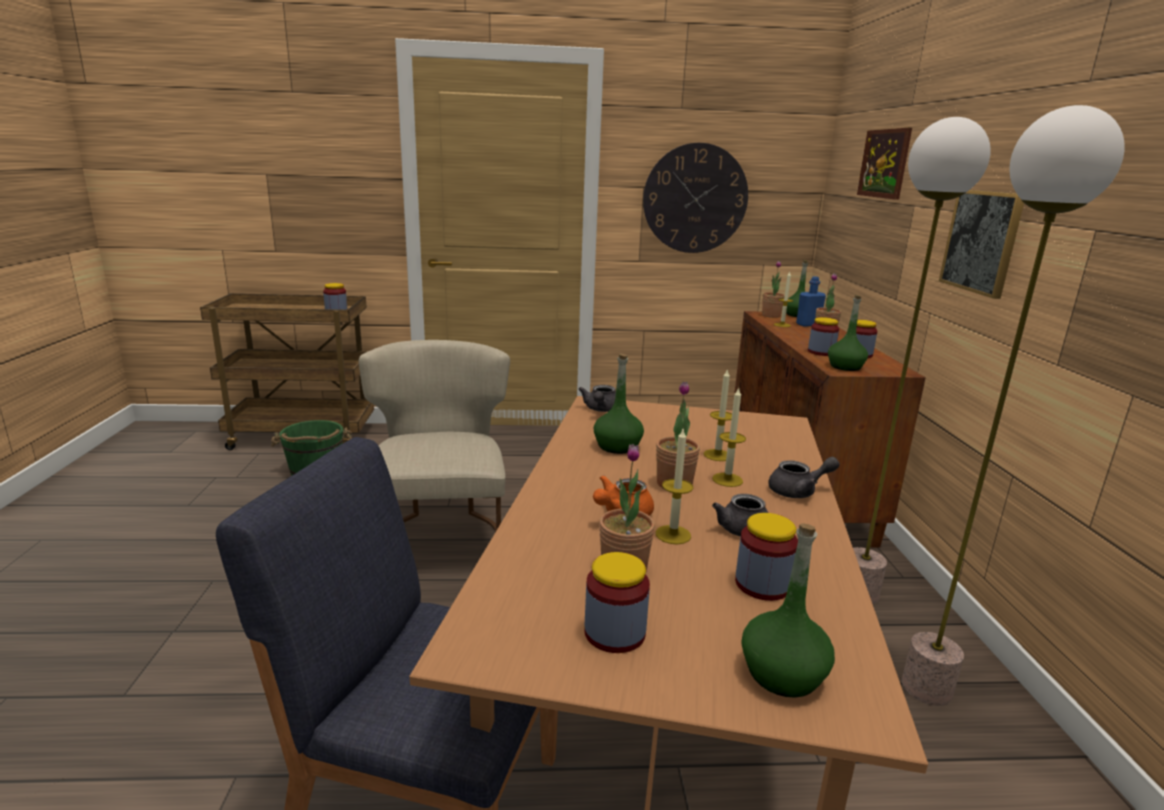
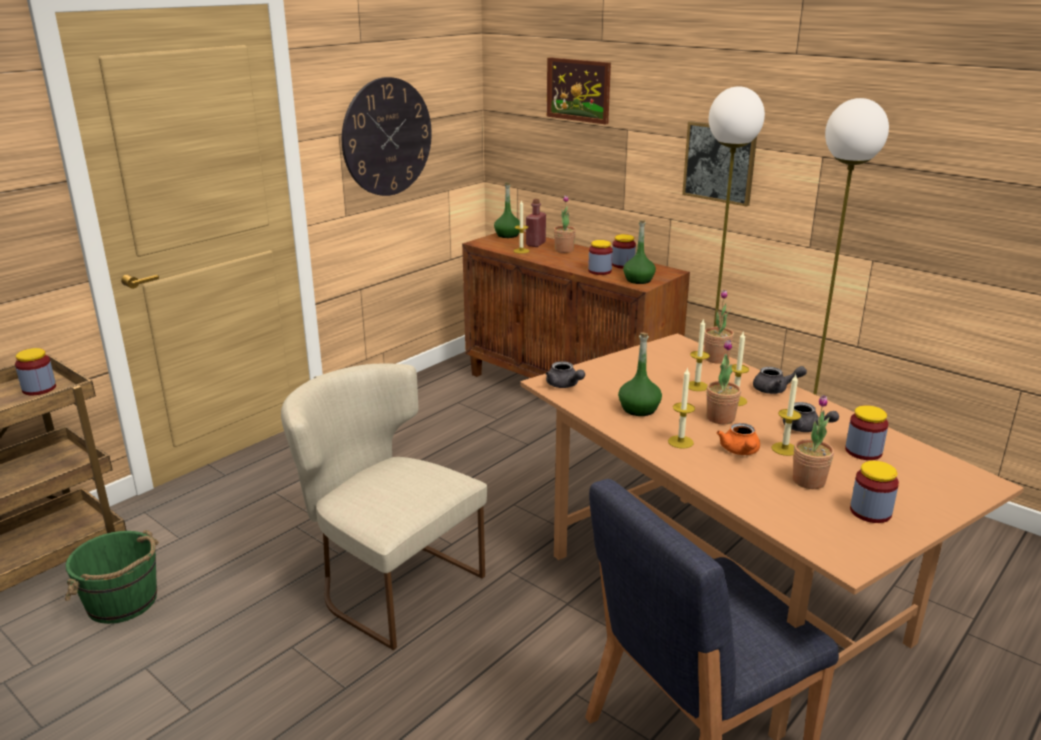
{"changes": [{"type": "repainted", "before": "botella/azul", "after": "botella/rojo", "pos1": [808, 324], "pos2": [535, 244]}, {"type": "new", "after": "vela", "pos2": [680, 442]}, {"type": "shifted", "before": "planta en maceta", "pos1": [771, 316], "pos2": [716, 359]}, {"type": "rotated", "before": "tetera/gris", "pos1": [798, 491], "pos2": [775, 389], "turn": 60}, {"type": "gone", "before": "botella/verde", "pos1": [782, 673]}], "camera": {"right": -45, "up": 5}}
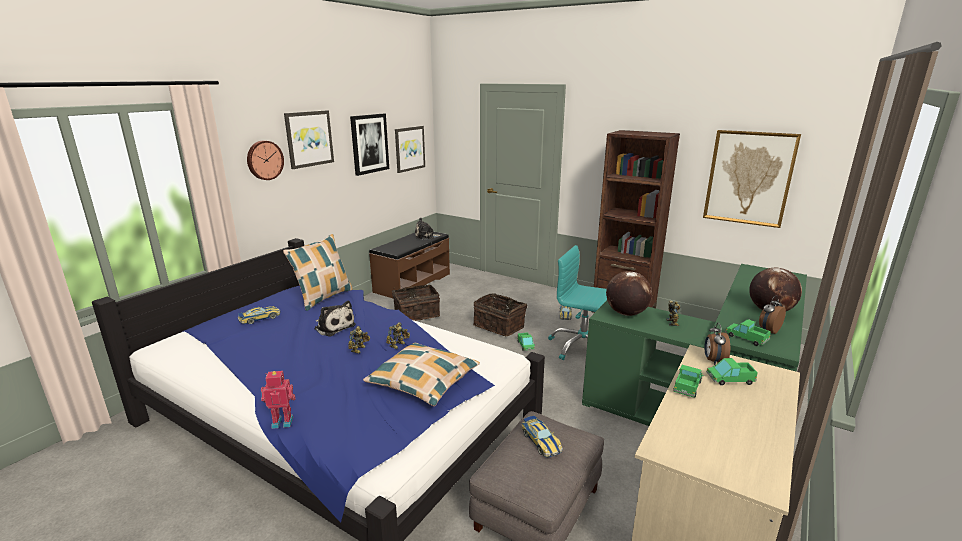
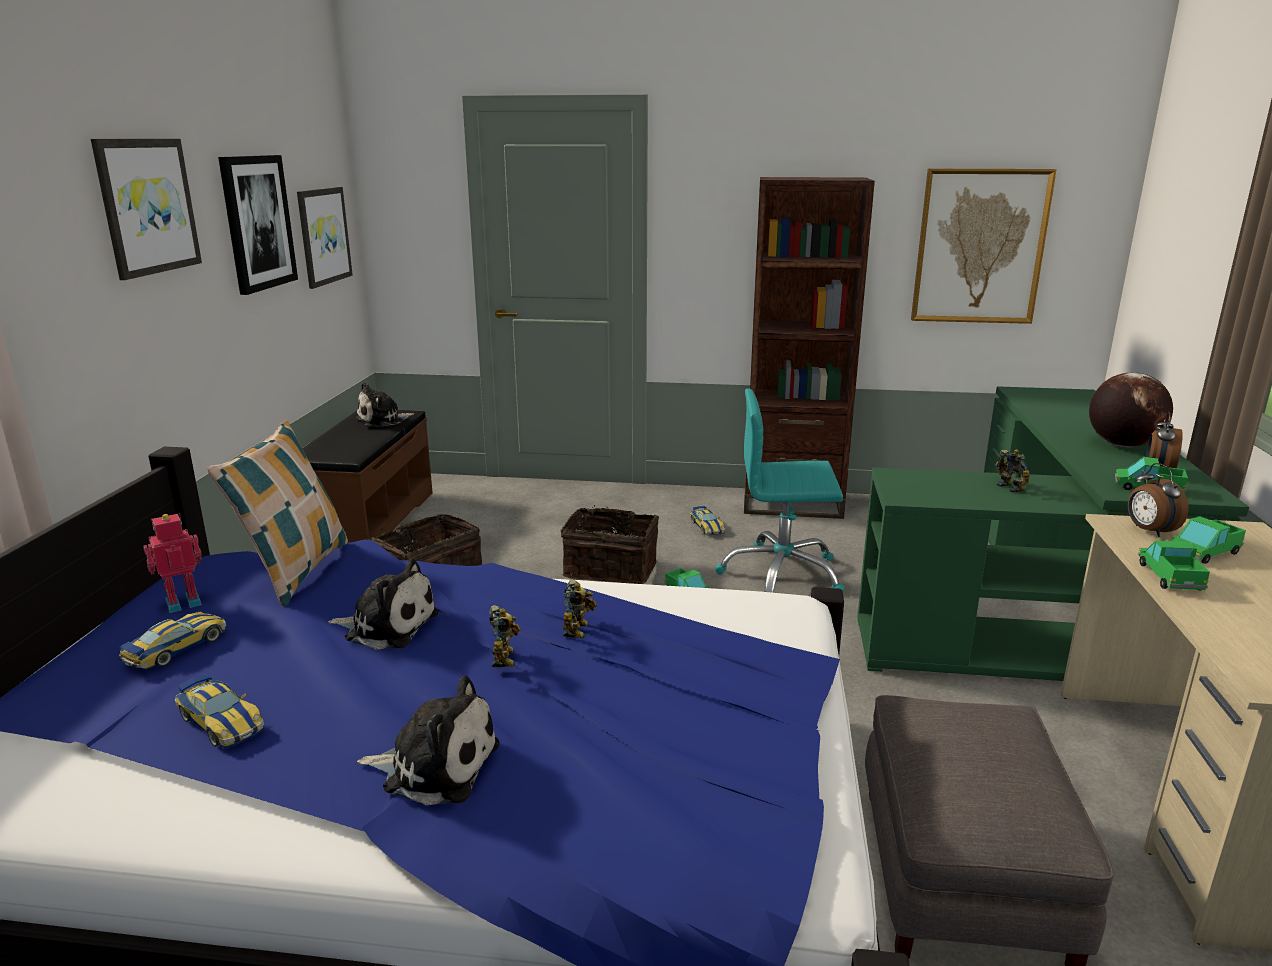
{"changes": [{"type": "shifted", "before": "robot de juguete", "pos1": [283, 421], "pos2": [183, 602]}, {"type": "shifted", "before": "coche de juguete", "pos1": [541, 441], "pos2": [220, 721]}, {"type": "new", "after": "peluche", "pos2": [436, 766]}, {"type": "gone", "before": "reloj de pared", "pos1": [264, 160]}, {"type": "gone", "before": "cojín", "pos1": [423, 381]}, {"type": "gone", "before": "globo terráqueo", "pos1": [626, 313]}], "camera": {"right": -25, "up": 0}}
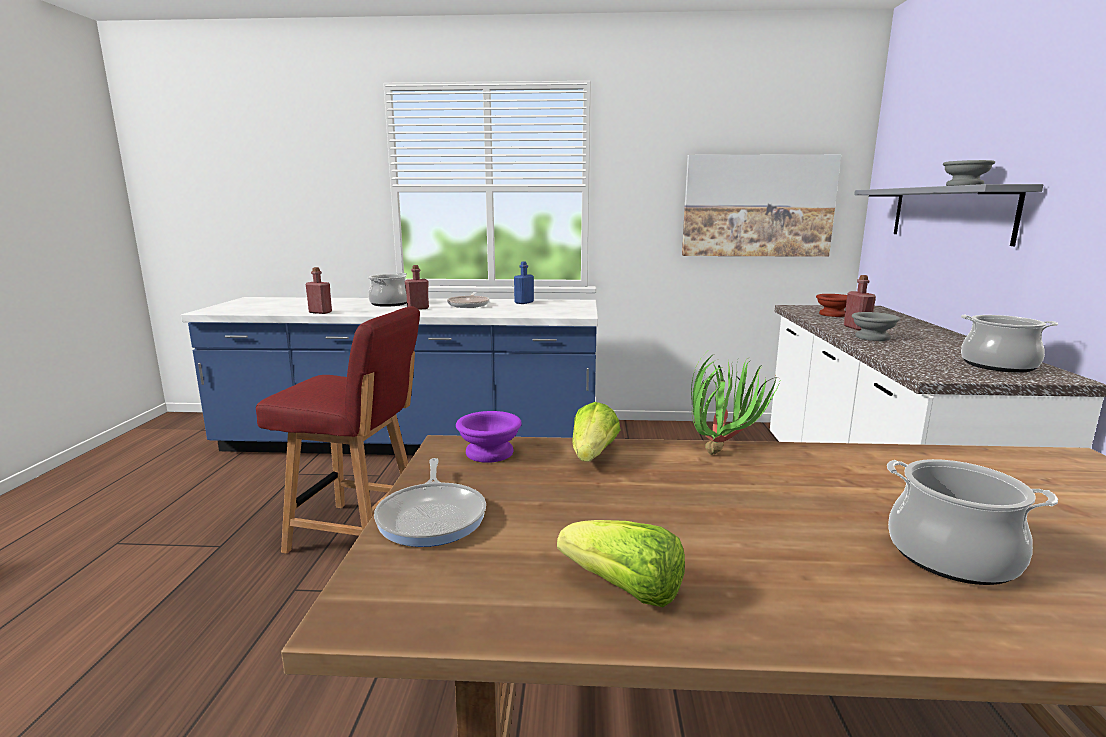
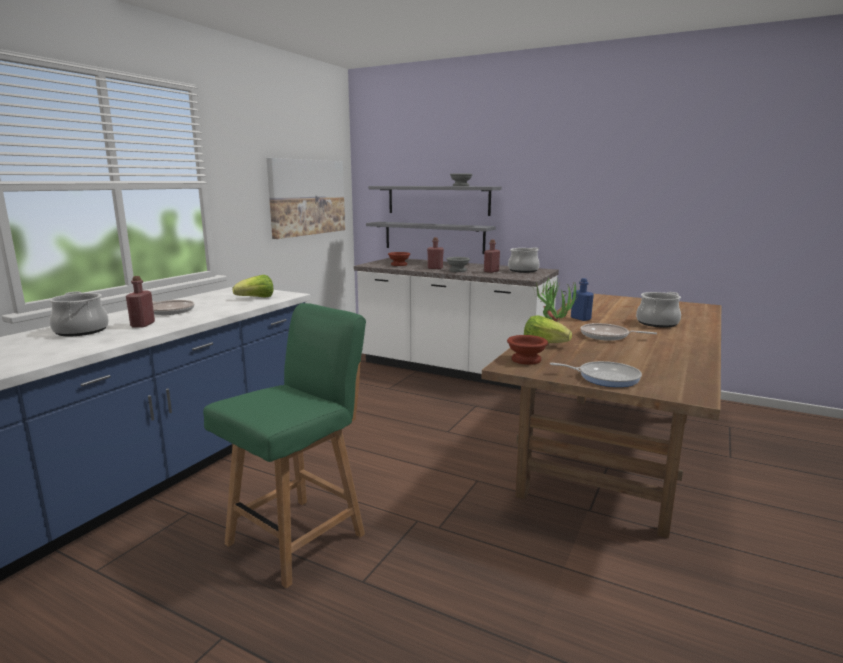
{"changes": [{"type": "repainted", "before": "silla/rojo", "after": "silla/verde", "pos1": [358, 534], "pos2": [299, 537]}, {"type": "shifted", "before": "lechuga", "pos1": [624, 590], "pos2": [256, 298]}, {"type": "new", "after": "estante/gris", "pos2": [433, 237]}, {"type": "shifted", "before": "botella/rojo", "pos1": [320, 312], "pos2": [491, 271]}, {"type": "repainted", "before": "cuenco/morado", "after": "cuenco/marrón", "pos1": [491, 452], "pos2": [525, 359]}, {"type": "shifted", "before": "botella/azul", "pos1": [524, 302], "pos2": [580, 318]}, {"type": "new", "after": "sartén", "pos2": [607, 336]}], "camera": {"right": -65, "up": 0}}
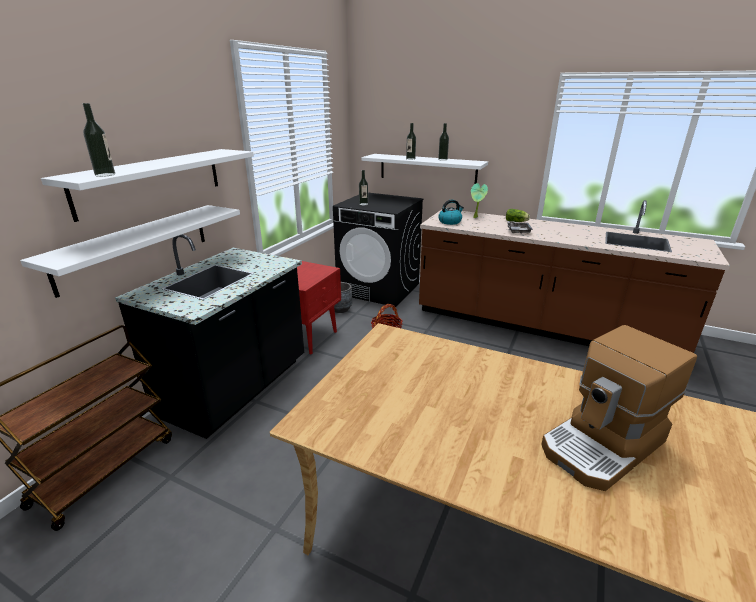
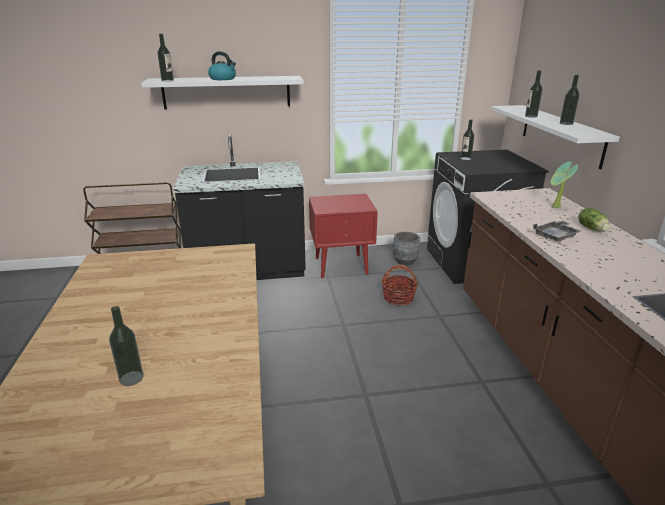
{"changes": [{"type": "swapped", "before": "cafetera", "after": "botella", "pos1": [603, 445], "pos2": [131, 378]}, {"type": "shifted", "before": "hervidor", "pos1": [450, 222], "pos2": [223, 79]}, {"type": "gone", "before": "estante/blanco", "pos1": [136, 246]}], "camera": {"right": 55, "up": 0}}
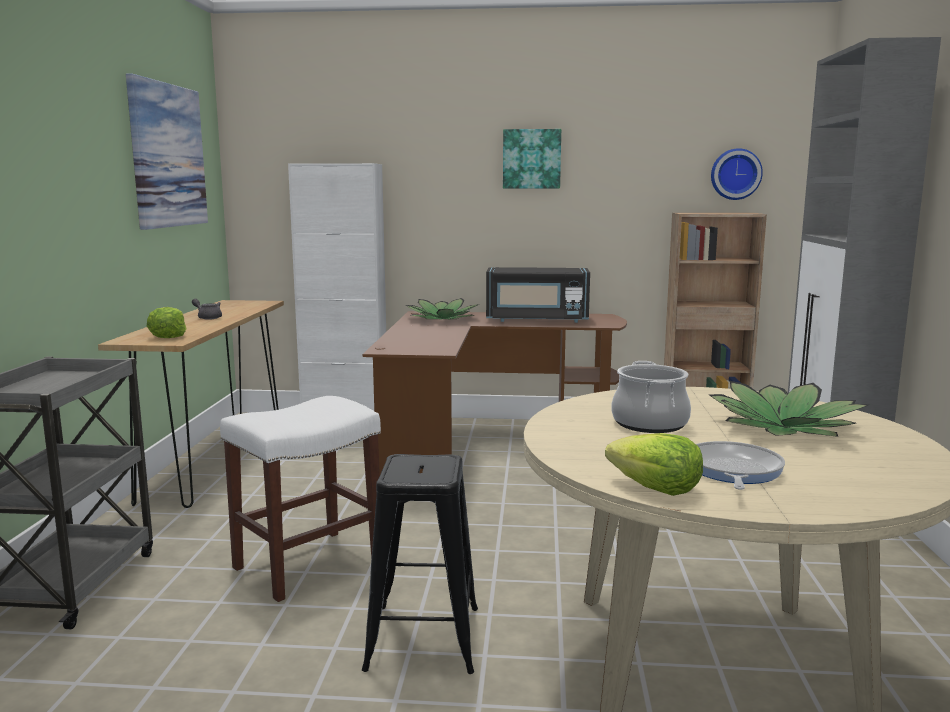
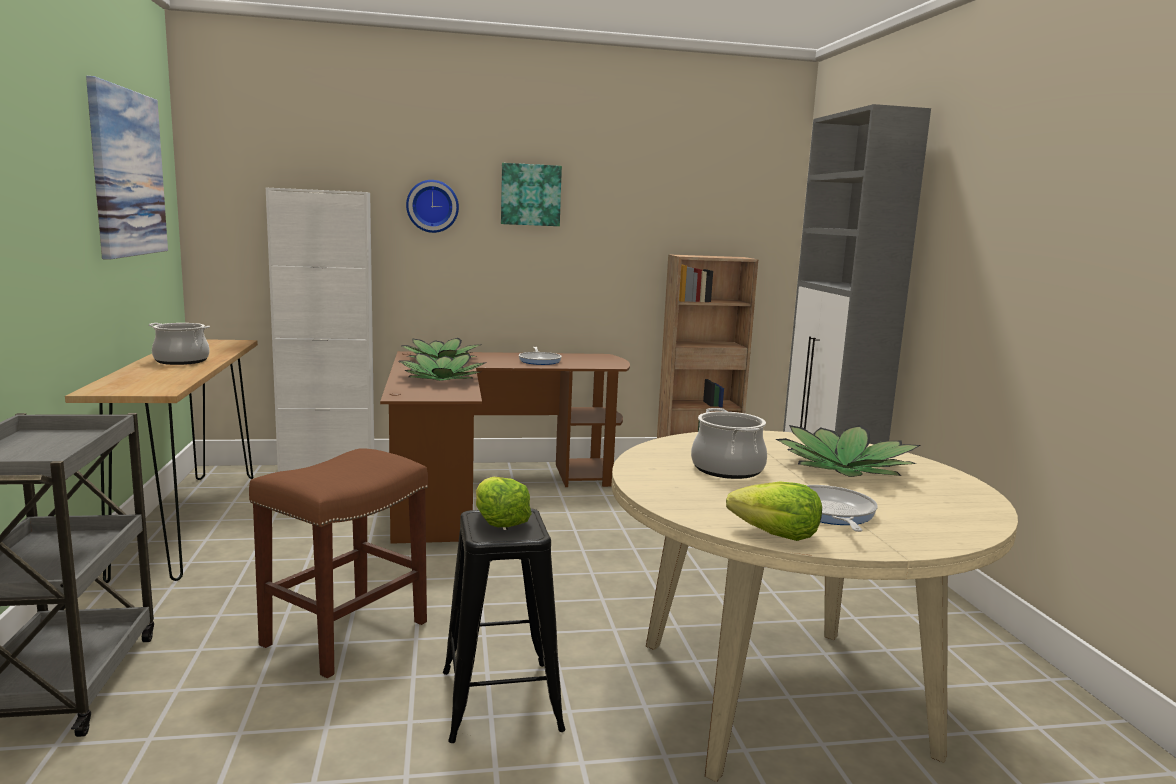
{"changes": [{"type": "swapped", "before": "tetera/gris", "after": "olla", "pos1": [208, 317], "pos2": [181, 361]}, {"type": "repainted", "before": "taburete/blanco", "after": "taburete/marrón", "pos1": [309, 563], "pos2": [346, 632]}, {"type": "new", "after": "planta en maceta", "pos2": [442, 378]}, {"type": "shifted", "before": "reloj de pared", "pos1": [735, 174], "pos2": [432, 206]}, {"type": "shifted", "before": "lechuga", "pos1": [168, 336], "pos2": [499, 521]}, {"type": "swapped", "before": "microondas/negro", "after": "sartén", "pos1": [536, 320], "pos2": [539, 360]}], "camera": {"right": -15, "up": 0}}
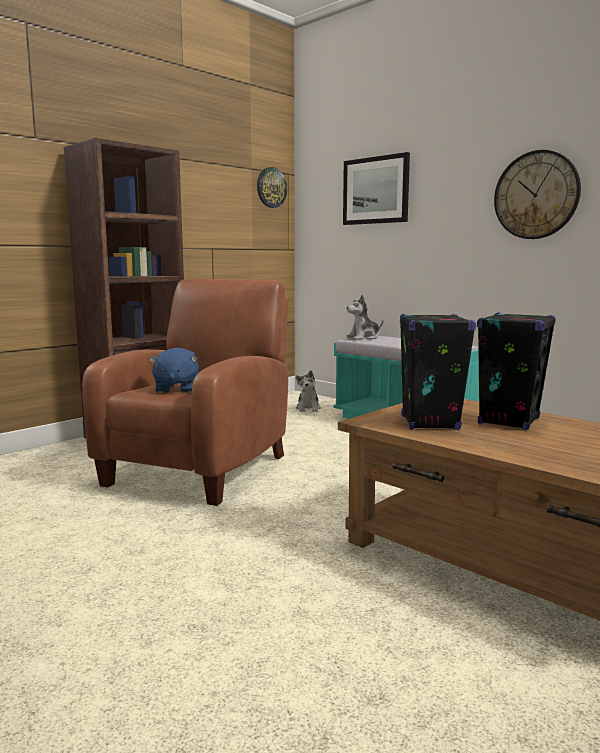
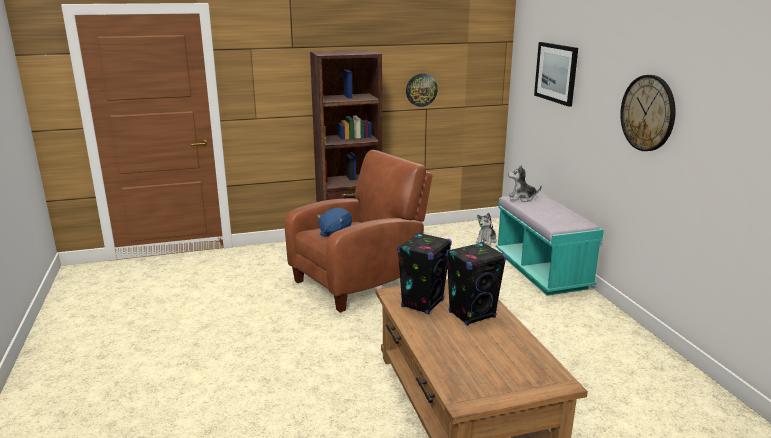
{"changes": [{"type": "shifted", "before": "reloj de pared", "pos1": [271, 187], "pos2": [421, 90]}], "camera": {"right": 30, "up": 10}}
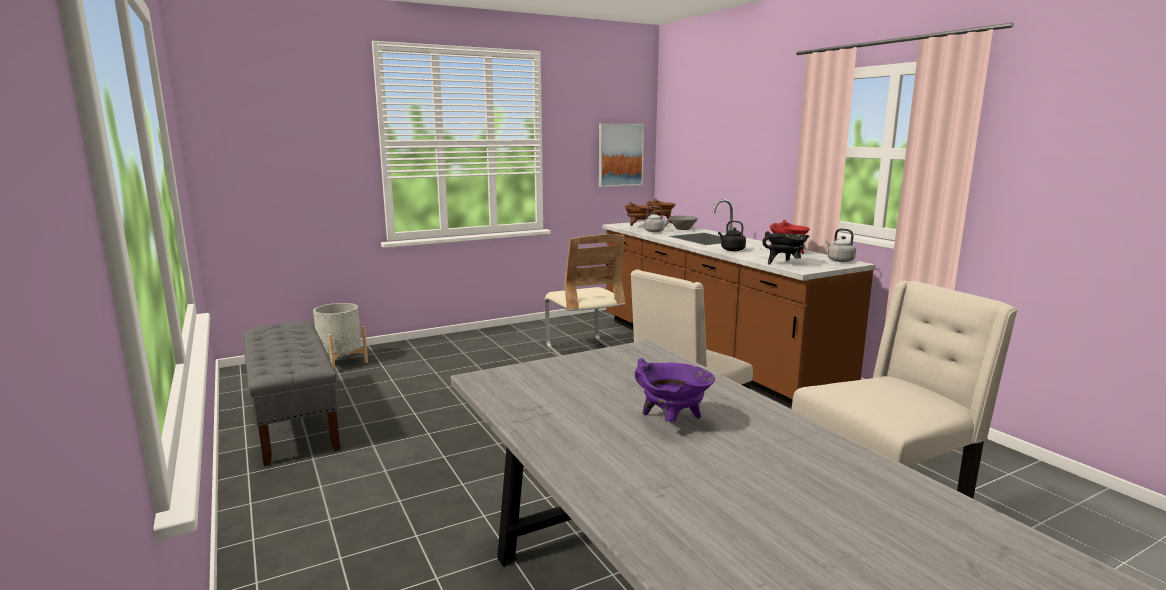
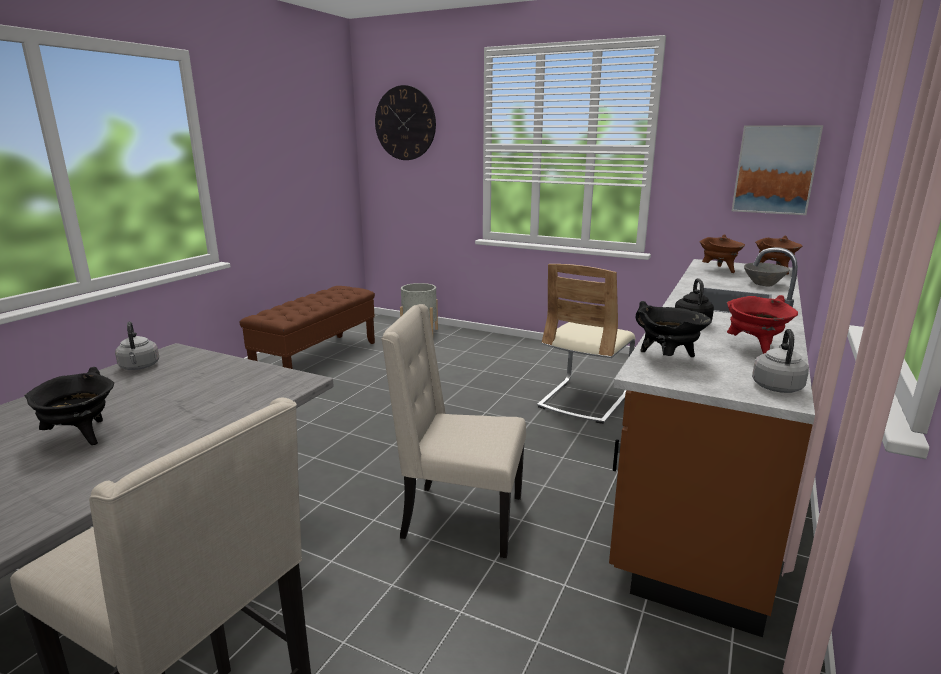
{"changes": [{"type": "repainted", "before": "olla/morado", "after": "olla/negro", "pos1": [672, 422], "pos2": [81, 436]}, {"type": "shifted", "before": "hervidor/gris", "pos1": [655, 231], "pos2": [139, 367]}, {"type": "repainted", "before": "banco/gris", "after": "banco/marrón", "pos1": [293, 420], "pos2": [317, 359]}, {"type": "new", "after": "reloj de pared", "pos2": [405, 123]}], "camera": {"right": 55, "up": 5}}
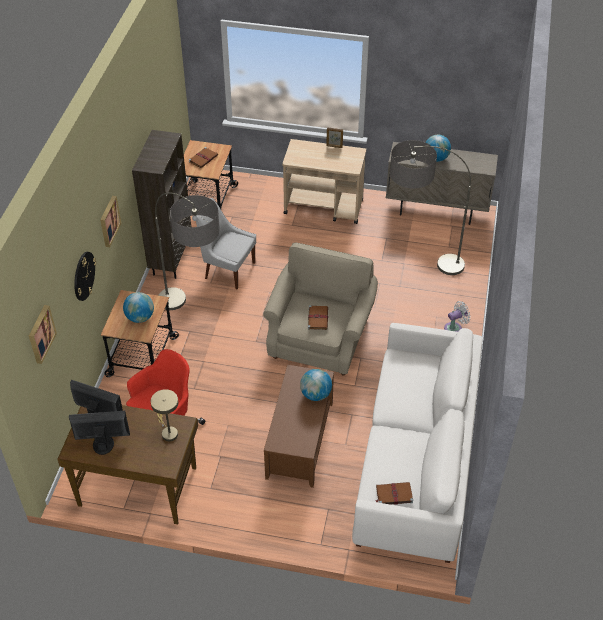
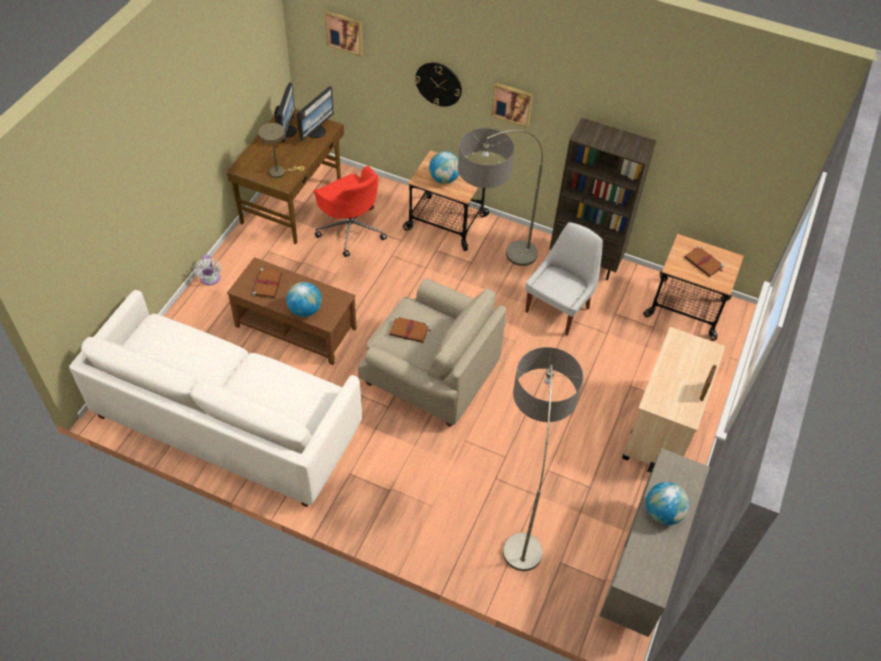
{"changes": [{"type": "shifted", "before": "ventilador/blanco", "pos1": [454, 328], "pos2": [210, 279]}, {"type": "shifted", "before": "libro/marrón", "pos1": [393, 494], "pos2": [268, 284]}], "camera": {"right": 100, "up": 5}}
